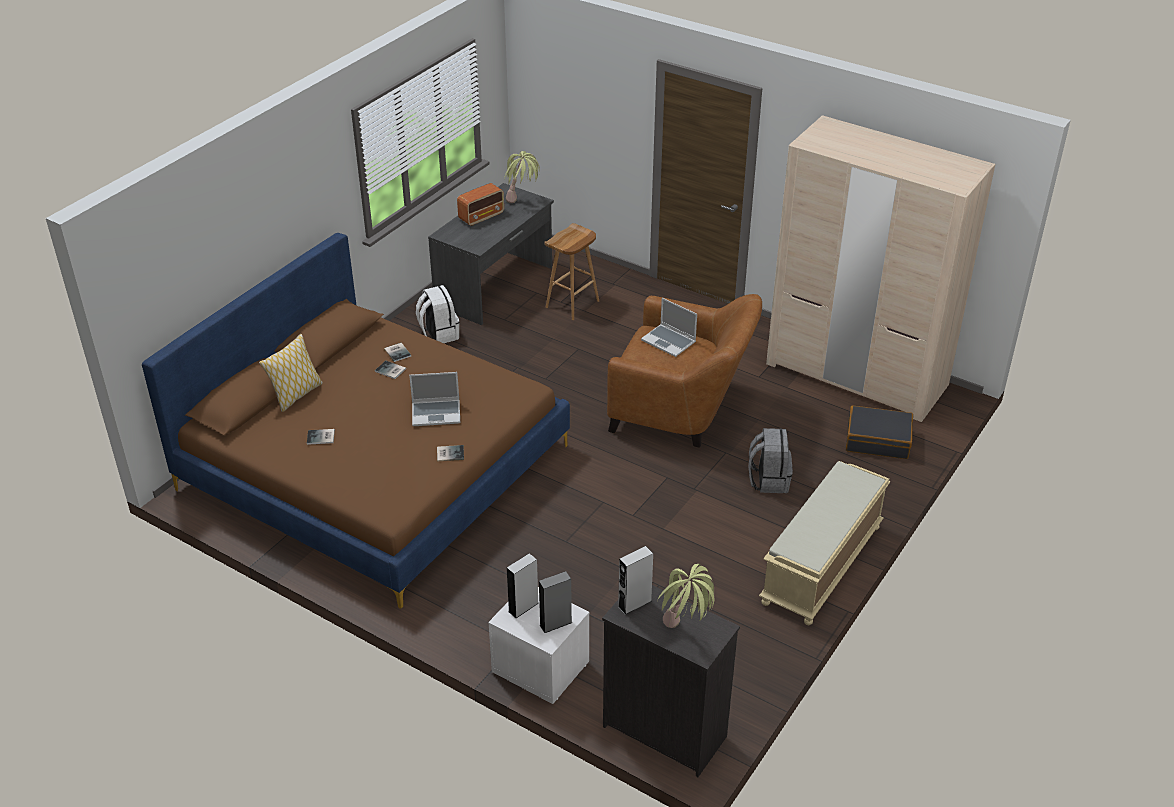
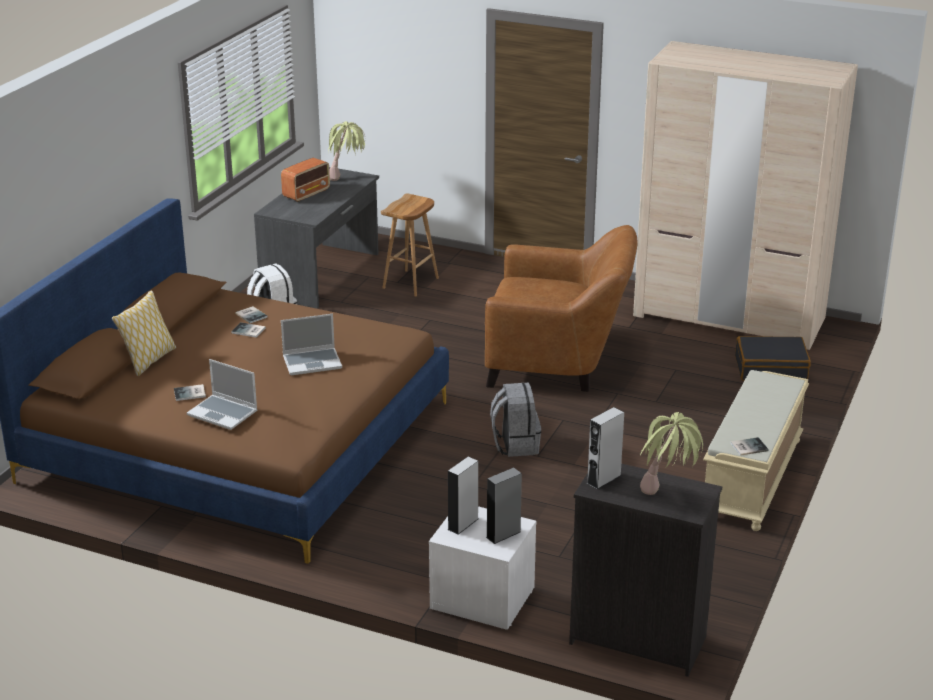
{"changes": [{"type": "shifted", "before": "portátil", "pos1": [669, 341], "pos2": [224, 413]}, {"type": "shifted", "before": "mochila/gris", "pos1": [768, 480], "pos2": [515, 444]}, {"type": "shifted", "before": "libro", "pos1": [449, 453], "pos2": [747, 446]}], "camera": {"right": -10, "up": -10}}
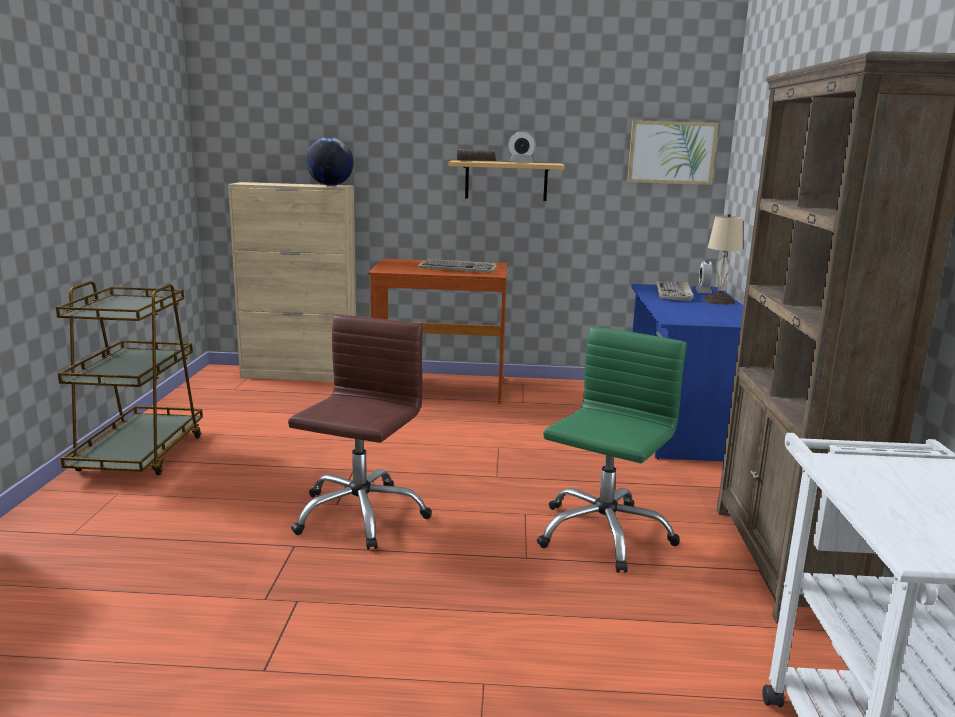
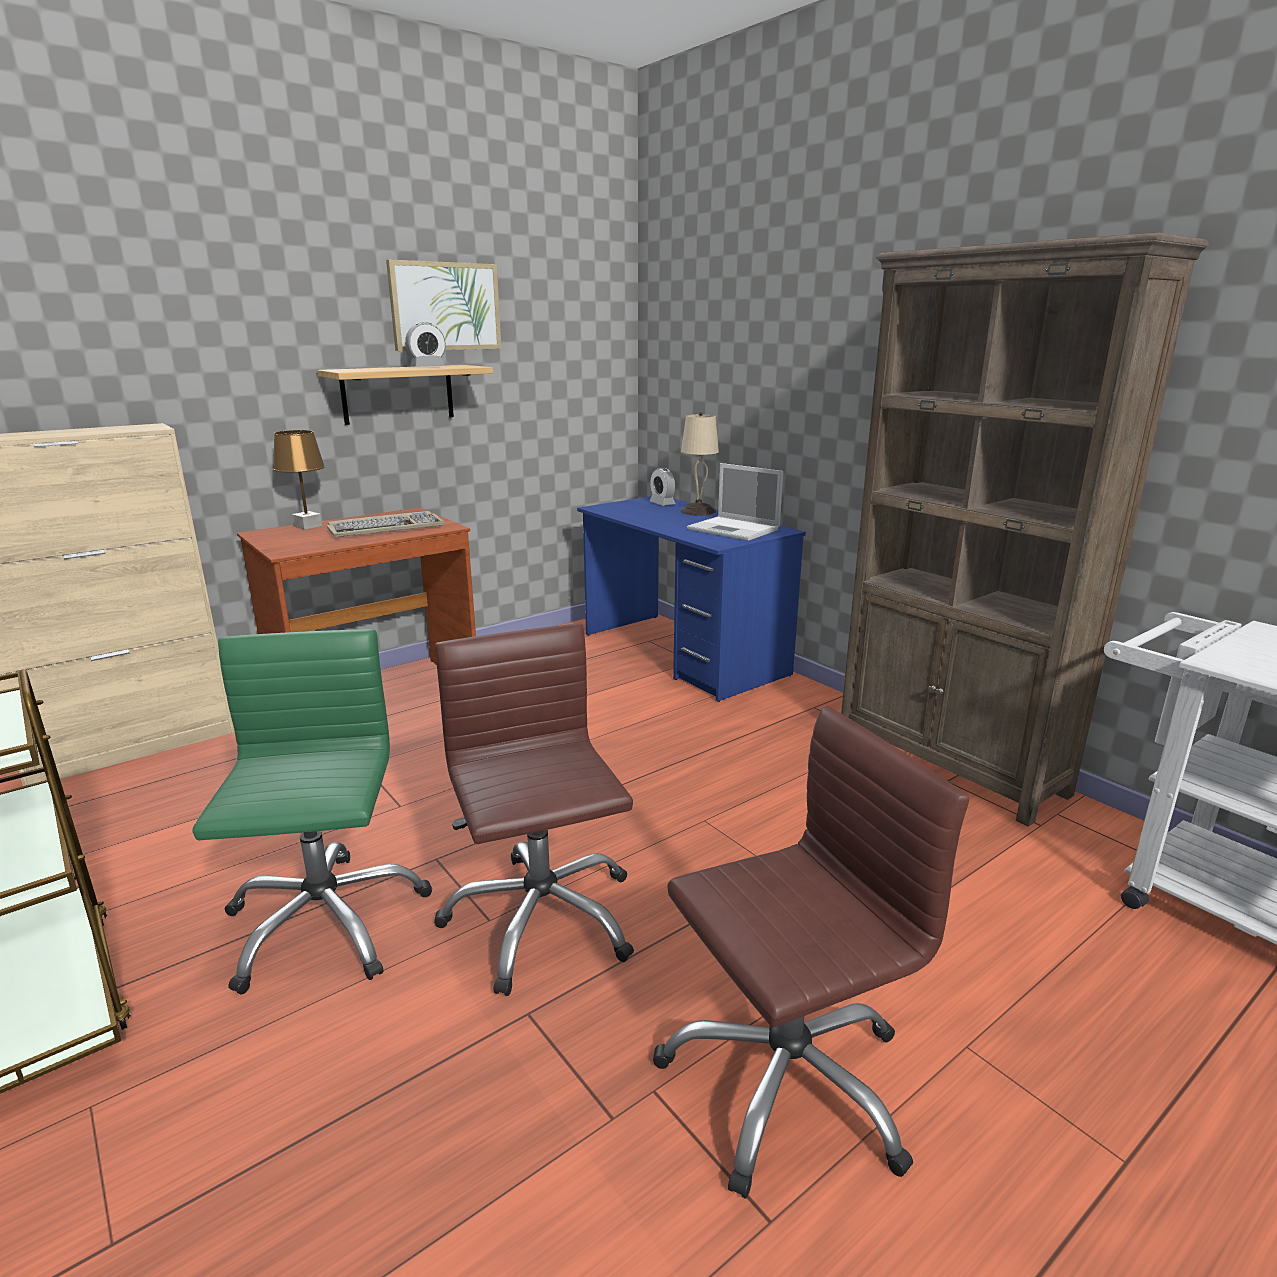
{"changes": [{"type": "shifted", "before": "silla de oficina/verde", "pos1": [603, 533], "pos2": [324, 922]}, {"type": "new", "after": "lámpara de mesa/marrón", "pos2": [307, 526]}, {"type": "shifted", "before": "cuadro", "pos1": [671, 152], "pos2": [445, 306]}, {"type": "new", "after": "silla de oficina/marrón", "pos2": [785, 1079]}, {"type": "new", "after": "portátil", "pos2": [734, 529]}, {"type": "gone", "before": "globo terráqueo", "pos1": [330, 185]}, {"type": "gone", "before": "libro/marrón", "pos1": [476, 161]}, {"type": "gone", "before": "teclado", "pos1": [674, 293]}], "camera": {"right": -40, "up": 5}}
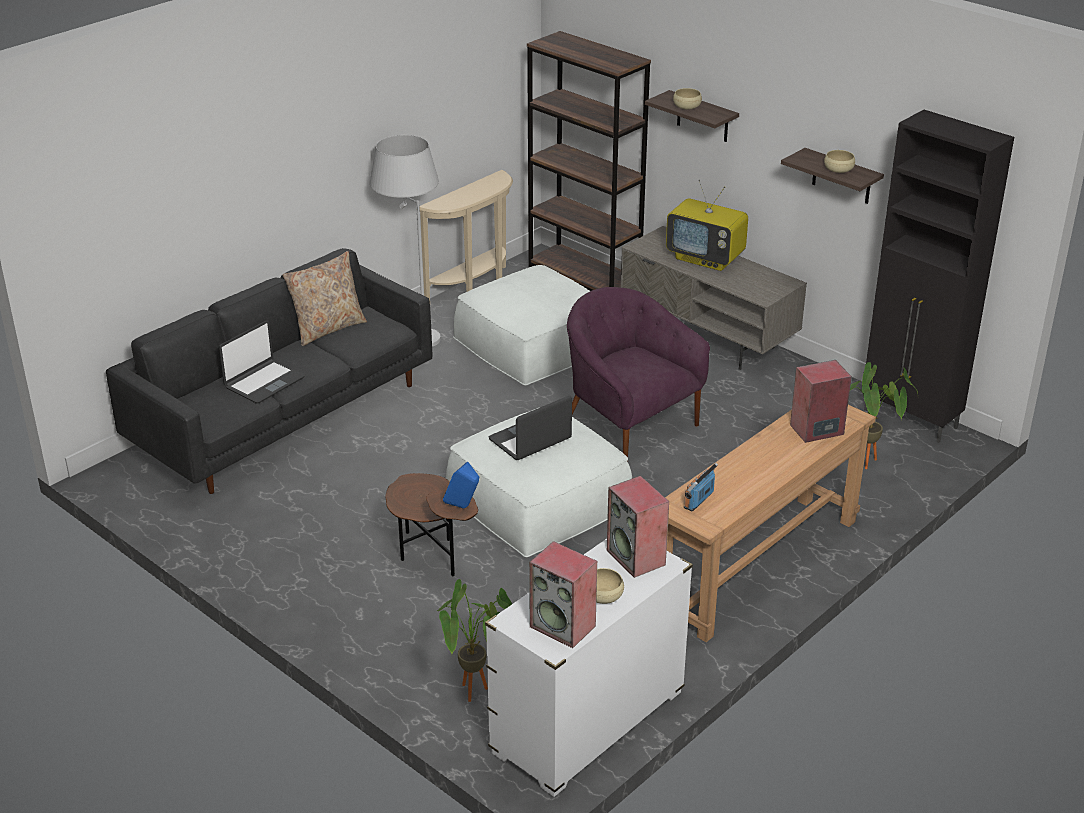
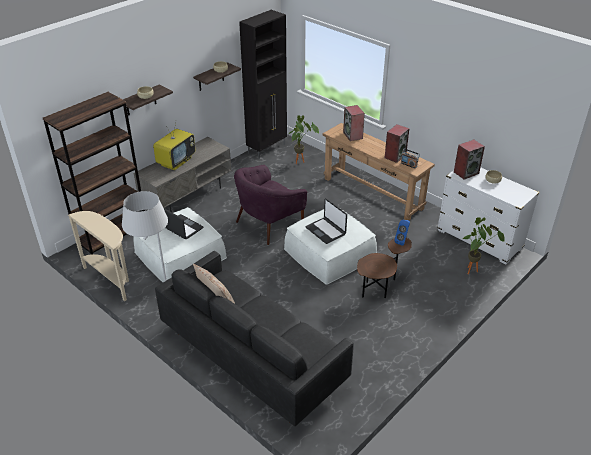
{"changes": [{"type": "shifted", "before": "portátil", "pos1": [264, 382], "pos2": [182, 228]}, {"type": "shifted", "before": "altavoz", "pos1": [564, 626], "pos2": [395, 156]}], "camera": {"right": -90, "up": 5}}
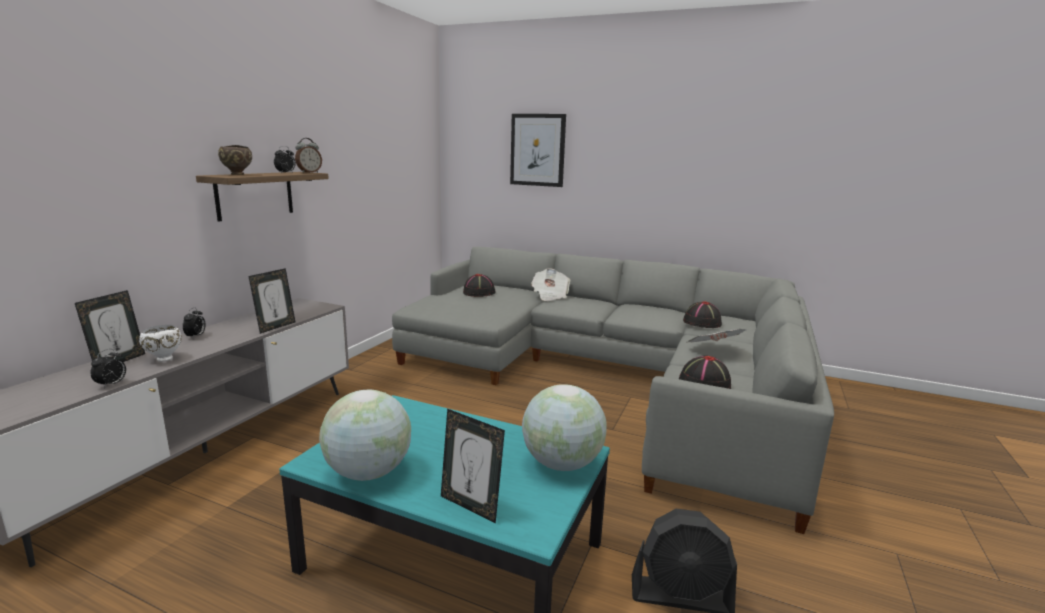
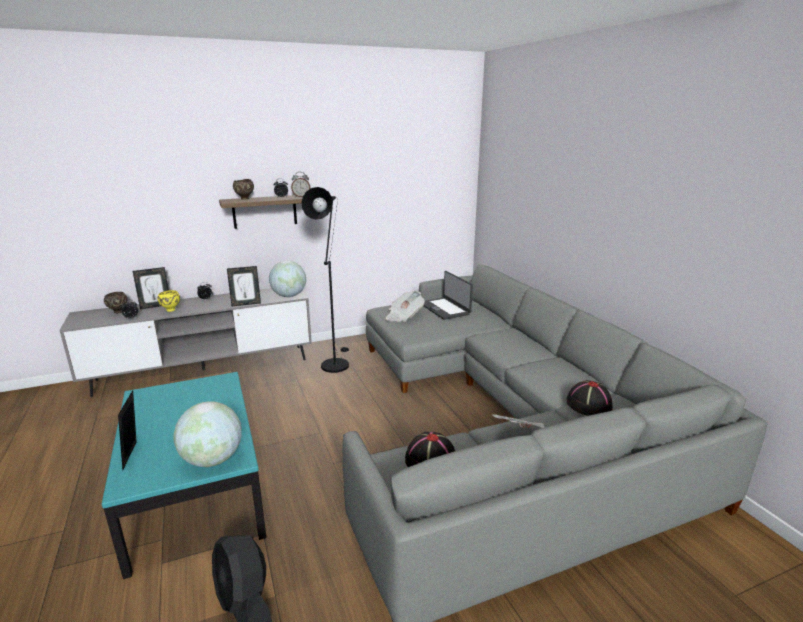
{"changes": [{"type": "new", "after": "cuenco/marrón", "pos2": [118, 311]}, {"type": "repainted", "before": "cuenco/blanco", "after": "cuenco/amarillo", "pos1": [164, 359], "pos2": [171, 310]}, {"type": "shifted", "before": "globo terráqueo", "pos1": [368, 473], "pos2": [289, 296]}, {"type": "new", "after": "lámpara de pie/negro", "pos2": [335, 363]}, {"type": "shifted", "before": "periódico", "pos1": [550, 295], "pos2": [404, 316]}, {"type": "swapped", "before": "sombrero/negro", "after": "portátil", "pos1": [479, 292], "pos2": [445, 308]}, {"type": "gone", "before": "cuadro", "pos1": [537, 150]}], "camera": {"right": 45, "up": 5}}
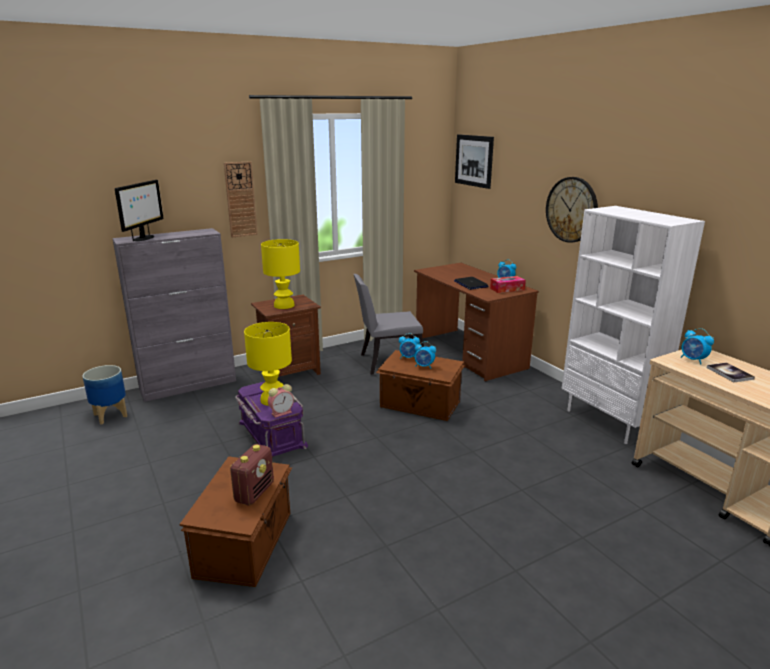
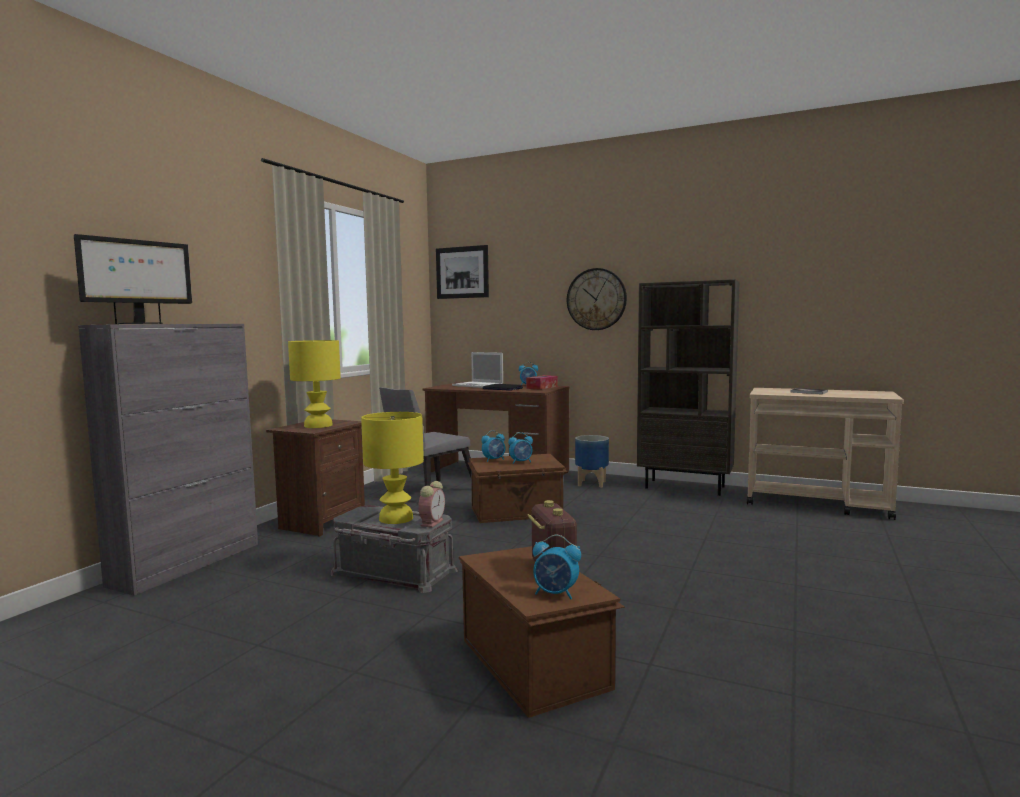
{"changes": [{"type": "rotated", "before": "monitor", "pos1": [144, 238], "pos2": [140, 323], "turn": 60}, {"type": "repainted", "before": "caja de almacenaje/morado", "after": "caja de almacenaje/gris", "pos1": [271, 434], "pos2": [393, 572]}, {"type": "new", "after": "portátil", "pos2": [478, 385]}, {"type": "shifted", "before": "despertador", "pos1": [693, 360], "pos2": [555, 594]}, {"type": "shifted", "before": "maceta", "pos1": [110, 416], "pos2": [591, 484]}, {"type": "repainted", "before": "estantería/blanco", "after": "estantería/marrón", "pos1": [608, 422], "pos2": [685, 487]}, {"type": "gone", "before": "reloj de pared", "pos1": [240, 199]}], "camera": {"right": -35, "up": -15}}
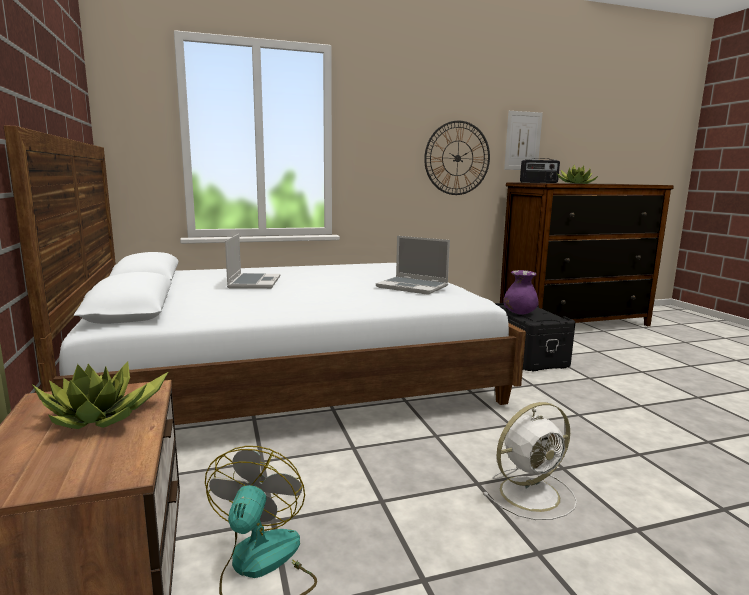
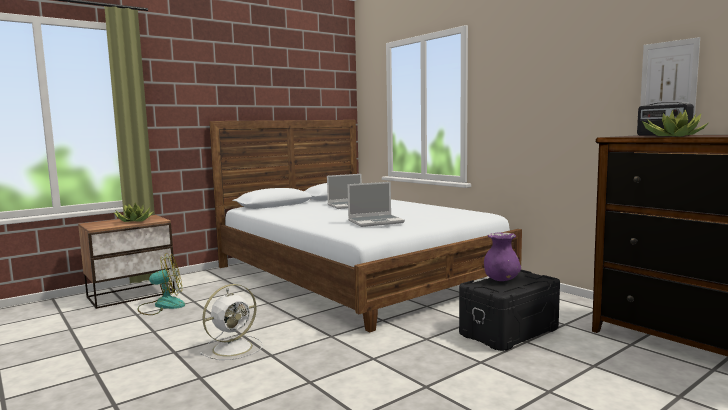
{"changes": [{"type": "rotated", "before": "ventilador/blanco", "pos1": [531, 493], "pos2": [234, 347], "turn": -90}, {"type": "rotated", "before": "portátil", "pos1": [413, 287], "pos2": [376, 222], "turn": -120}, {"type": "gone", "before": "reloj de pared", "pos1": [457, 158]}], "camera": {"right": 70, "up": -5}}
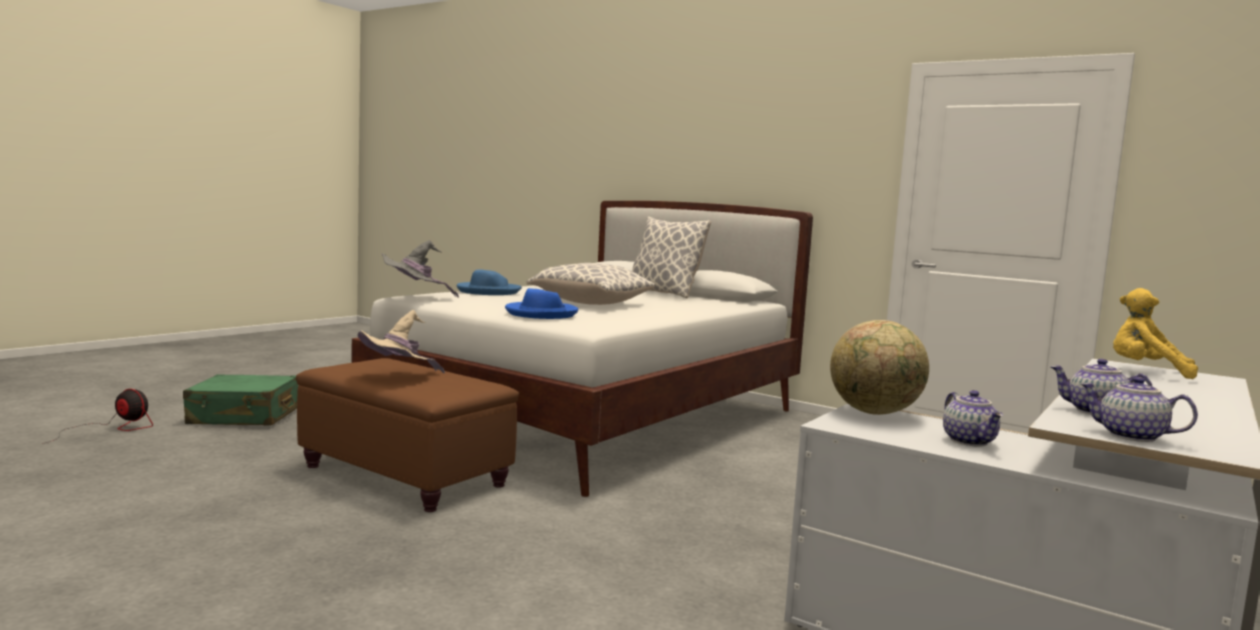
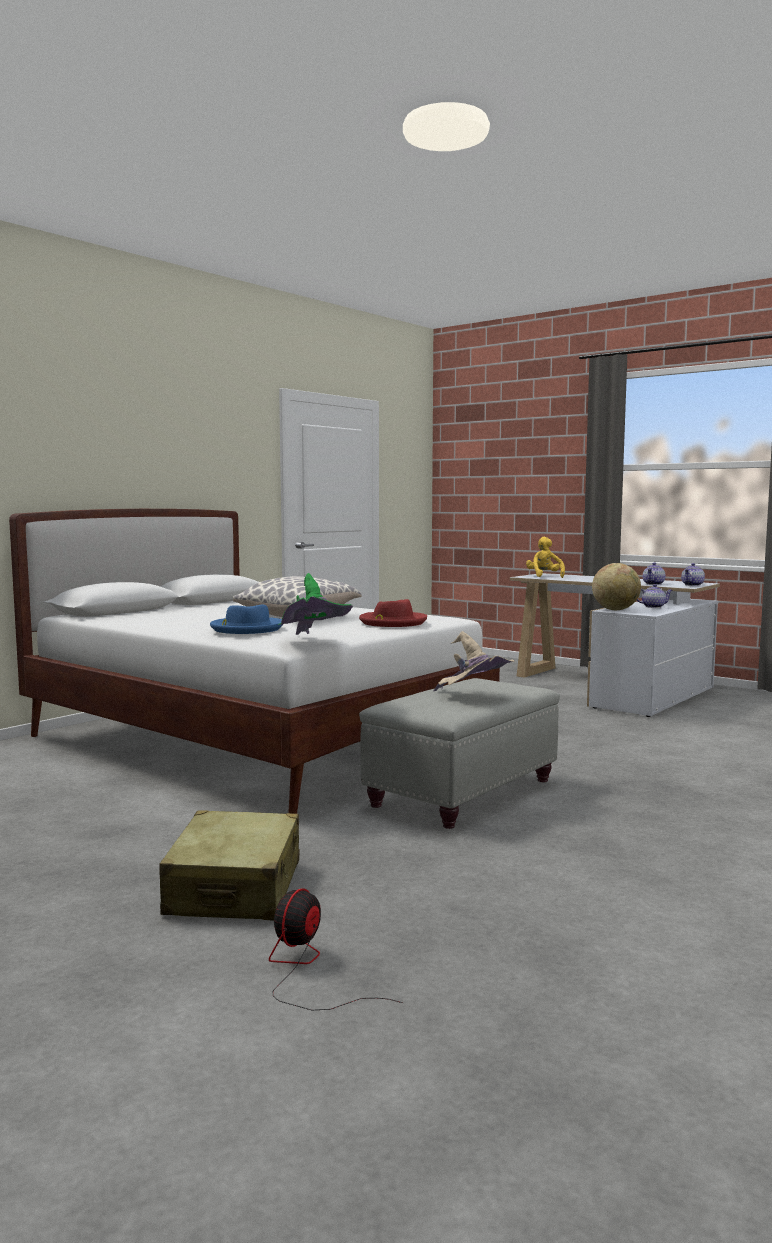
{"changes": [{"type": "repainted", "before": "maleta/verde", "after": "maleta/beis", "pos1": [244, 417], "pos2": [235, 888]}, {"type": "repainted", "before": "sombrero/gris", "after": "sombrero/verde", "pos1": [415, 297], "pos2": [313, 641]}, {"type": "repainted", "before": "sombrero/azul", "after": "sombrero/rojo", "pos1": [541, 314], "pos2": [392, 622]}, {"type": "repainted", "before": "puf/marrón", "after": "puf/gris", "pos1": [405, 476], "pos2": [463, 792]}, {"type": "rotated", "before": "peluche/amarillo", "pos1": [1146, 372], "pos2": [544, 576], "turn": 135}, {"type": "gone", "before": "cojín", "pos1": [663, 294]}], "camera": {"right": -85, "up": 0}}
